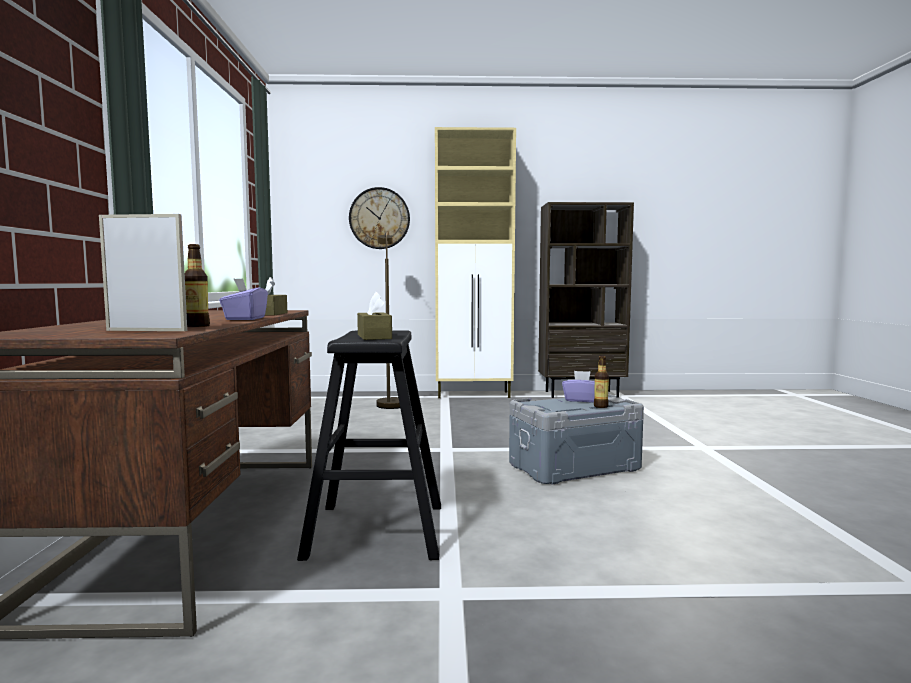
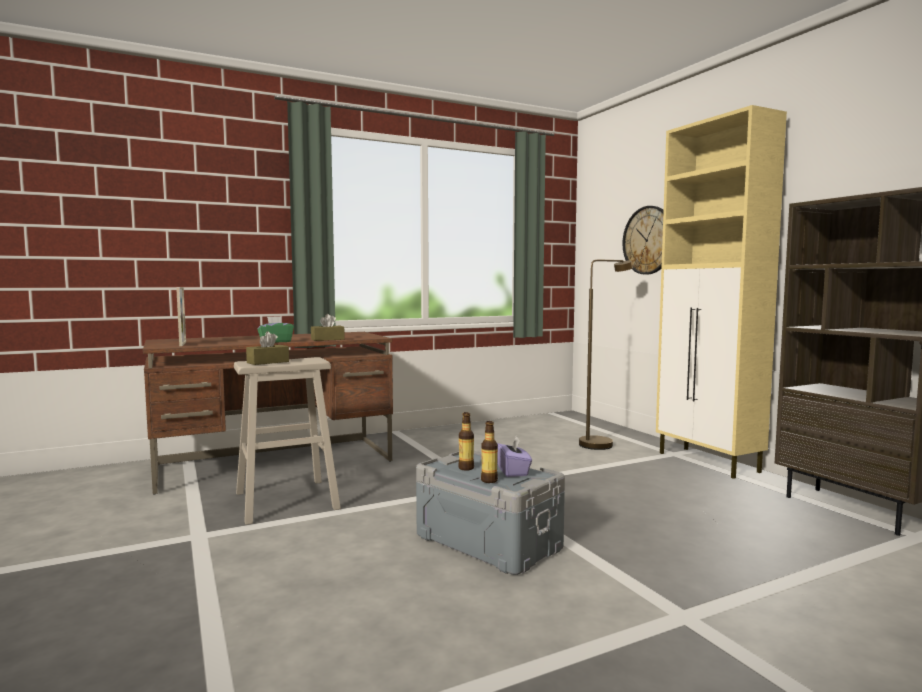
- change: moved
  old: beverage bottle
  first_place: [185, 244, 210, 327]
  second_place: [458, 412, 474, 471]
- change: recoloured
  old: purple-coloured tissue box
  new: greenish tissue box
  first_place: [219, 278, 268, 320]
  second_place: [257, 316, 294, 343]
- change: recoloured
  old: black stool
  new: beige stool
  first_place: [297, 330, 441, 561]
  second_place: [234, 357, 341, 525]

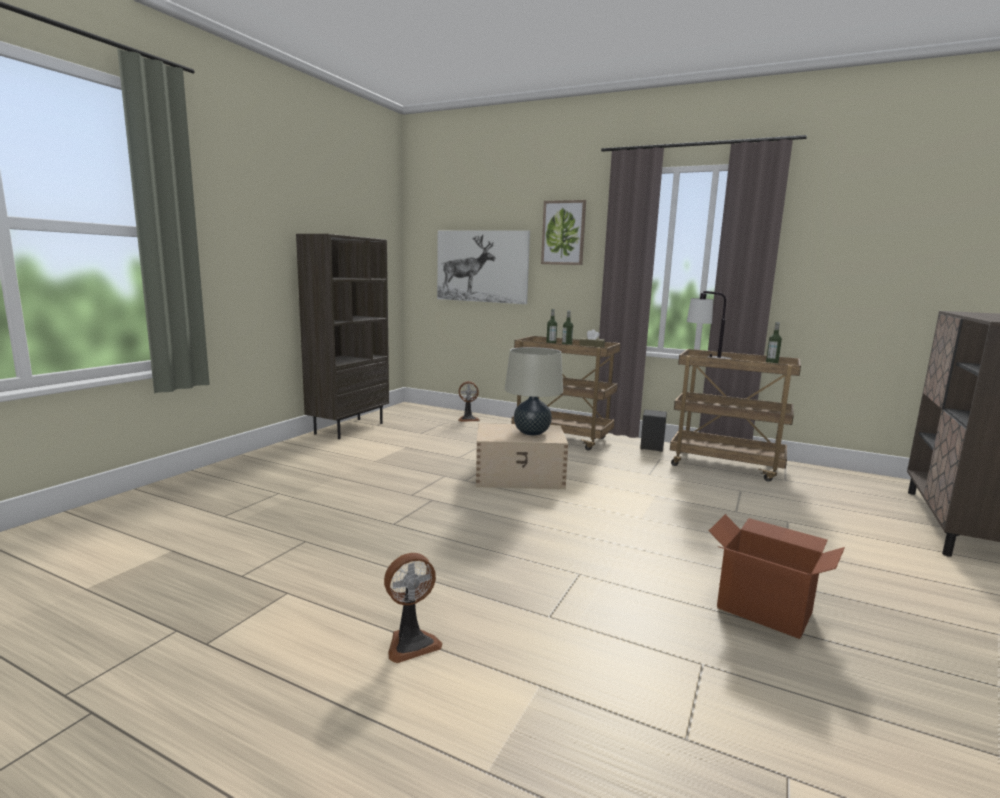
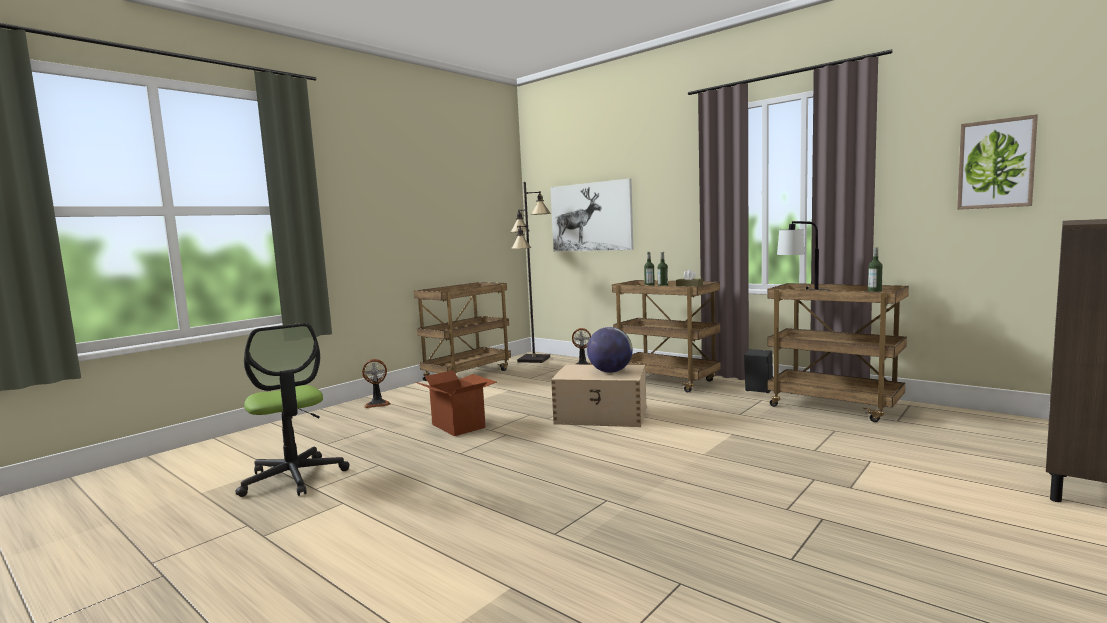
- change: added
  new: desk chair
  second_place: [235, 323, 350, 497]
- change: added
  new: black standard lamp
  second_place: [511, 182, 551, 363]
- change: moved
  old: electric fan
  first_place: [384, 553, 442, 663]
  second_place: [362, 359, 391, 408]
- change: moved
  old: picture
  first_place: [541, 200, 586, 265]
  second_place: [957, 114, 1038, 210]
- change: moved
  old: packing box
  first_place: [709, 514, 845, 639]
  second_place: [415, 370, 497, 436]
- change: replaced
  old: brownish bookcase
  new: brownish cart
  first_place: [296, 234, 389, 439]
  second_place: [414, 282, 511, 381]
- change: replaced
  old: beige tabletop lamp
  new: world globe
  first_place: [505, 347, 563, 436]
  second_place: [587, 327, 633, 373]

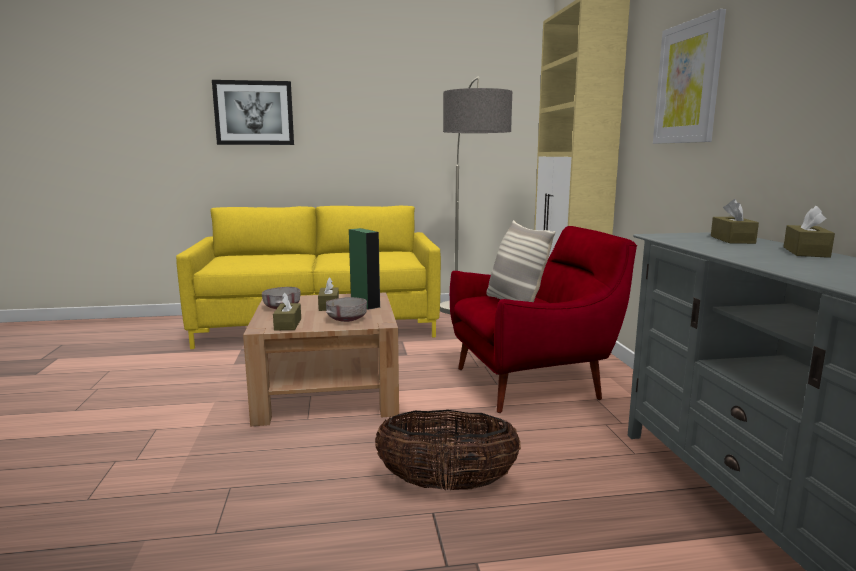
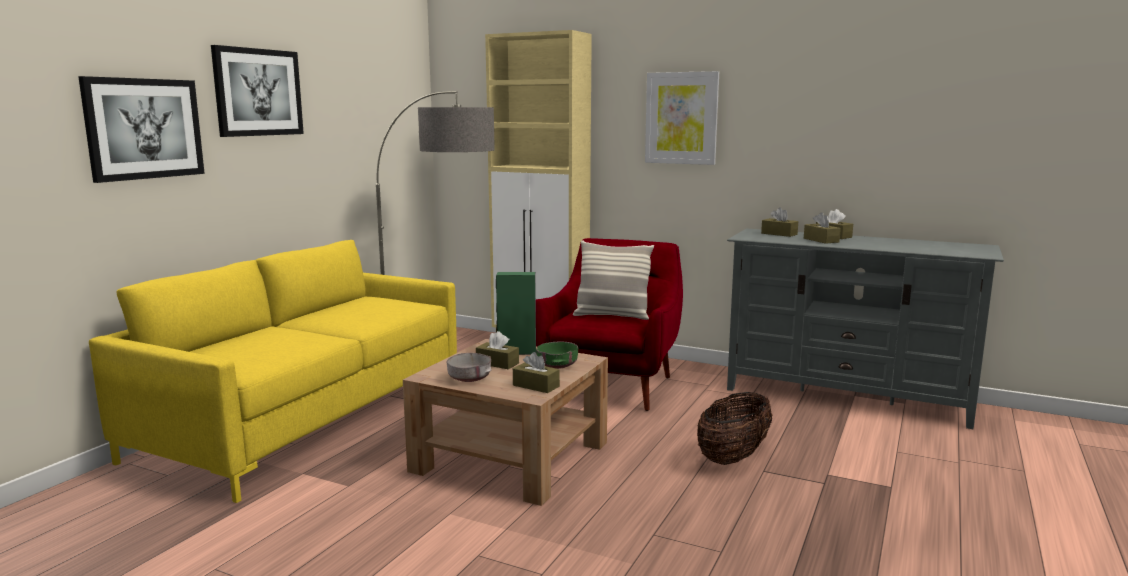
- change: added
  new: picture
  second_place: [211, 45, 304, 137]
- change: added
  new: brownish tissue box
  second_place: [804, 212, 841, 244]
- change: recoloured
  old: grey deep dish
  new: greenish deep dish
  first_place: [326, 297, 367, 322]
  second_place: [536, 342, 578, 369]

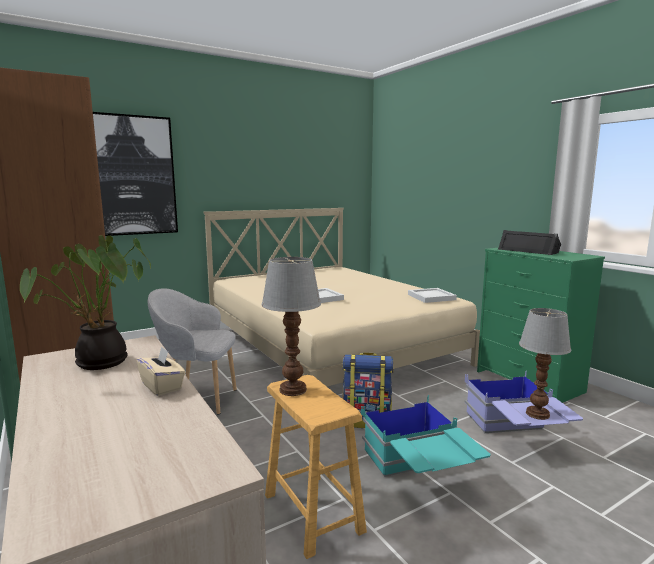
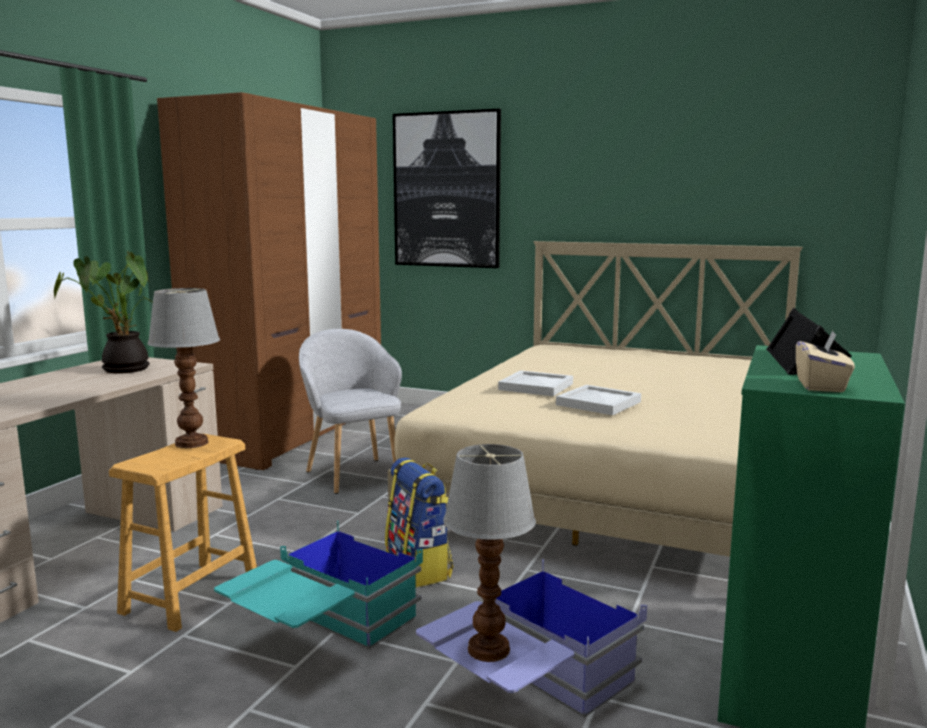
- change: moved
  old: beige tissue box
  first_place: [137, 346, 185, 396]
  second_place: [796, 331, 855, 392]
- change: moved
  old: white serving tray
  first_place: [408, 288, 457, 303]
  second_place: [556, 385, 641, 415]

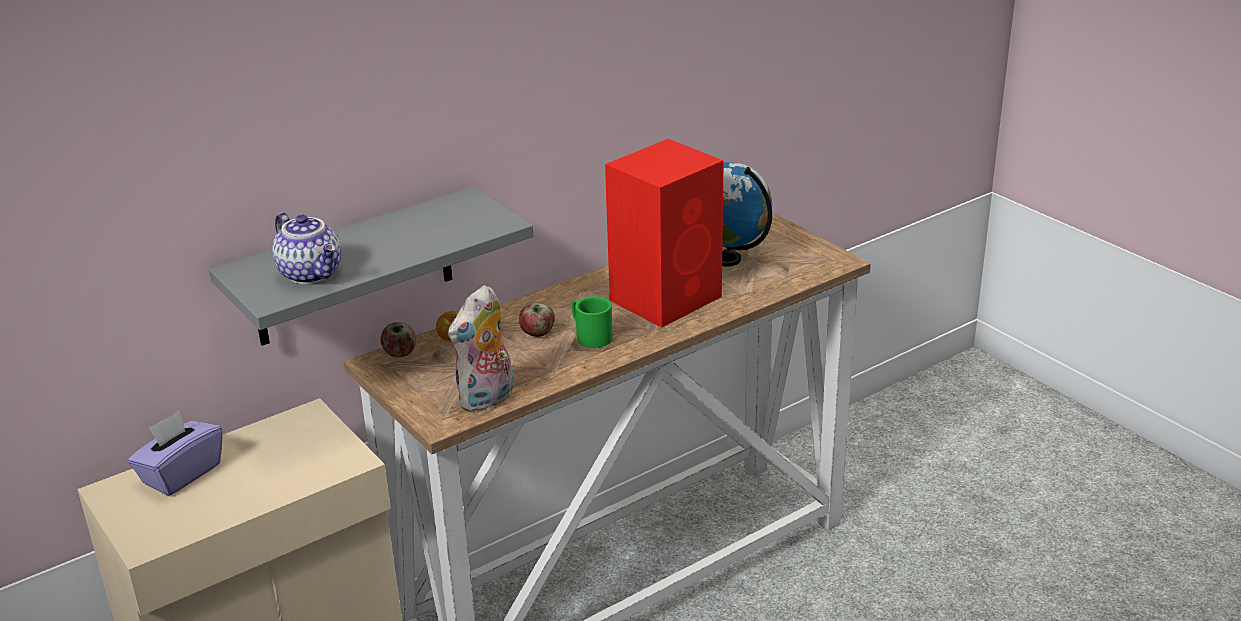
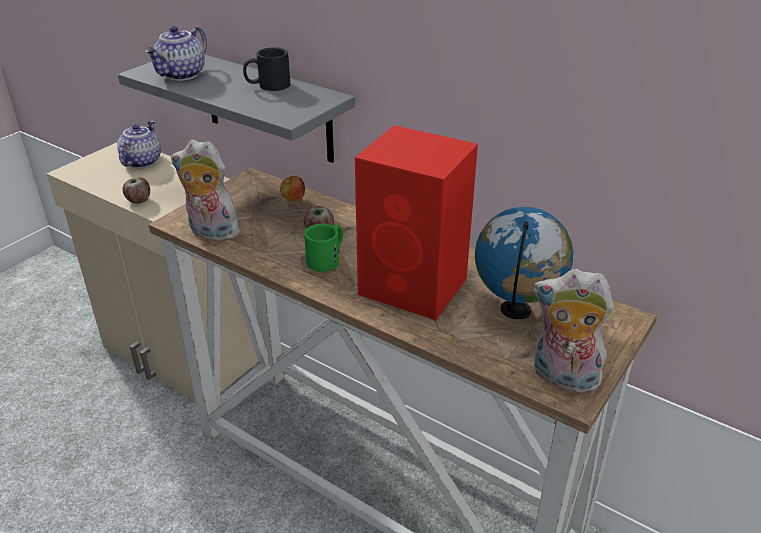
- change: added
  new: black tea mug
  second_place: [243, 47, 290, 91]
- change: added
  new: soft toy
  second_place: [534, 269, 614, 396]
- change: moved
  old: whole apple
  first_place: [380, 322, 416, 357]
  second_place: [123, 177, 150, 204]
- change: replaced
  old: purple-coloured tissue box
  new: pot for tea
  first_place: [128, 411, 223, 496]
  second_place: [117, 121, 161, 168]

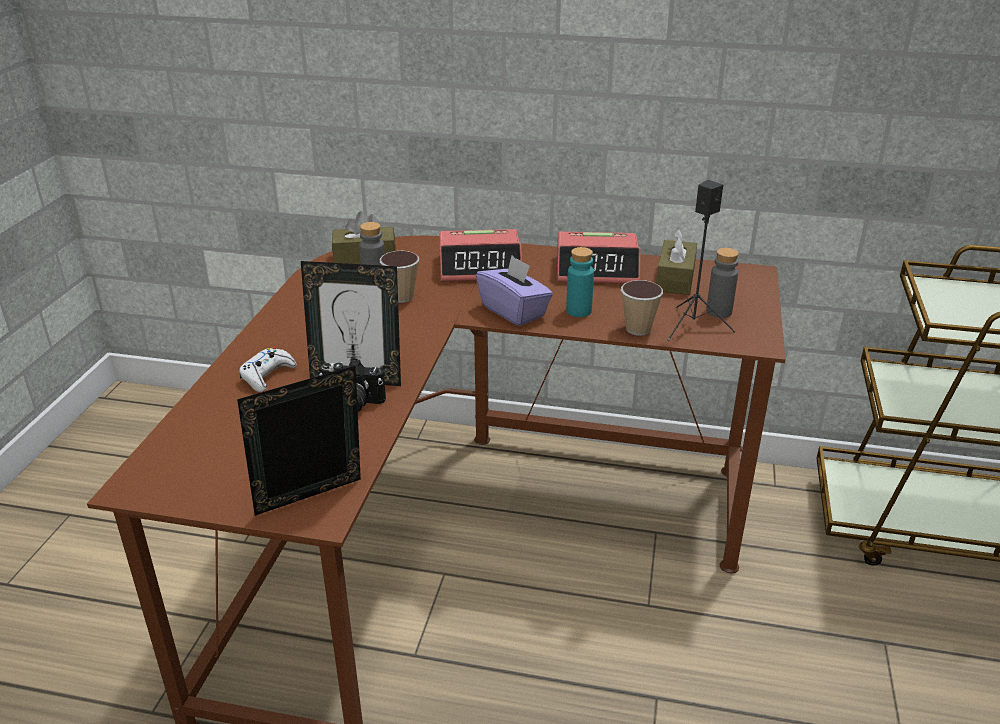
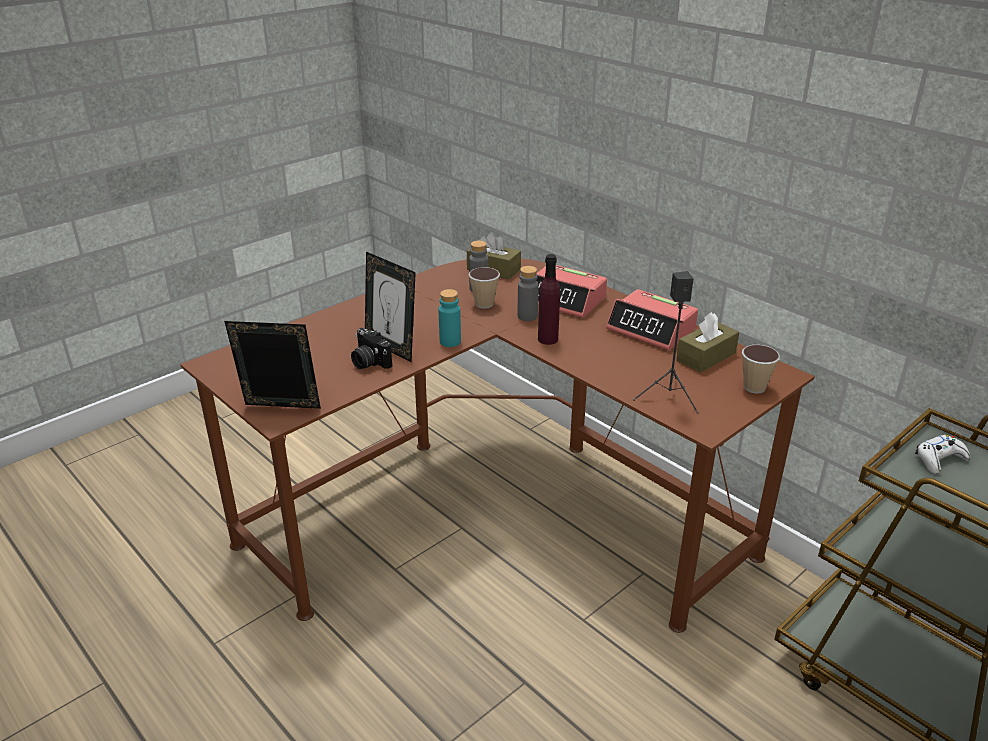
- change: moved
  old: white joypad
  first_place: [239, 347, 297, 392]
  second_place: [915, 435, 970, 474]
- change: moved
  old: turquoise-coloured beverage bottle
  first_place: [566, 247, 594, 317]
  second_place: [439, 289, 461, 347]
- change: moved
  old: cup
  first_place: [621, 280, 663, 336]
  second_place: [742, 345, 780, 393]
- change: moved
  old: grey beverage bottle
  first_place: [706, 248, 739, 318]
  second_place: [517, 266, 539, 321]
- change: replaced
  old: purple-coloured tissue box
  new: purple-coloured beverage bottle
  first_place: [476, 255, 553, 326]
  second_place: [538, 254, 560, 345]

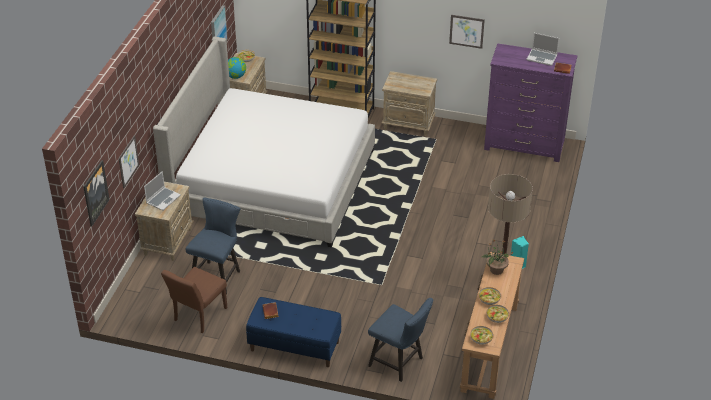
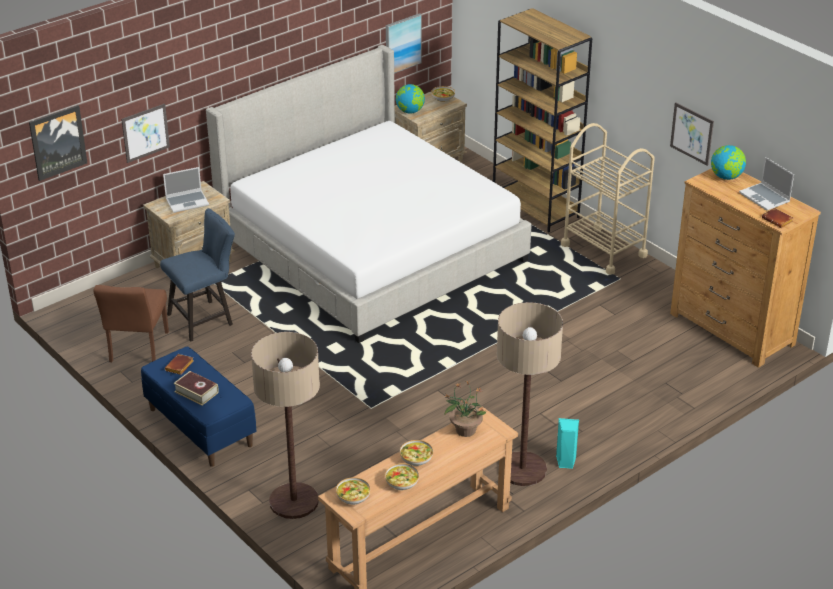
- change: added
  new: book
  second_place: [174, 371, 219, 406]
- change: added
  new: world globe
  second_place: [711, 145, 746, 180]
- change: replaced
  old: blue upright chair
  new: standard lamp
  first_place: [368, 298, 433, 382]
  second_place: [251, 332, 320, 519]
- change: replaced
  old: beige bedside table
  new: beige cart
  first_place: [382, 71, 437, 136]
  second_place: [561, 123, 655, 275]
- change: recoloured
  old: purple-coloured chest of drawers
  new: brownish chest of drawers
  first_place: [484, 44, 577, 162]
  second_place: [670, 168, 821, 368]
- change: turned
  old: brownish upright chair
  first_place: [161, 267, 228, 333]
  second_place: [93, 285, 169, 362]
  degrees: -60

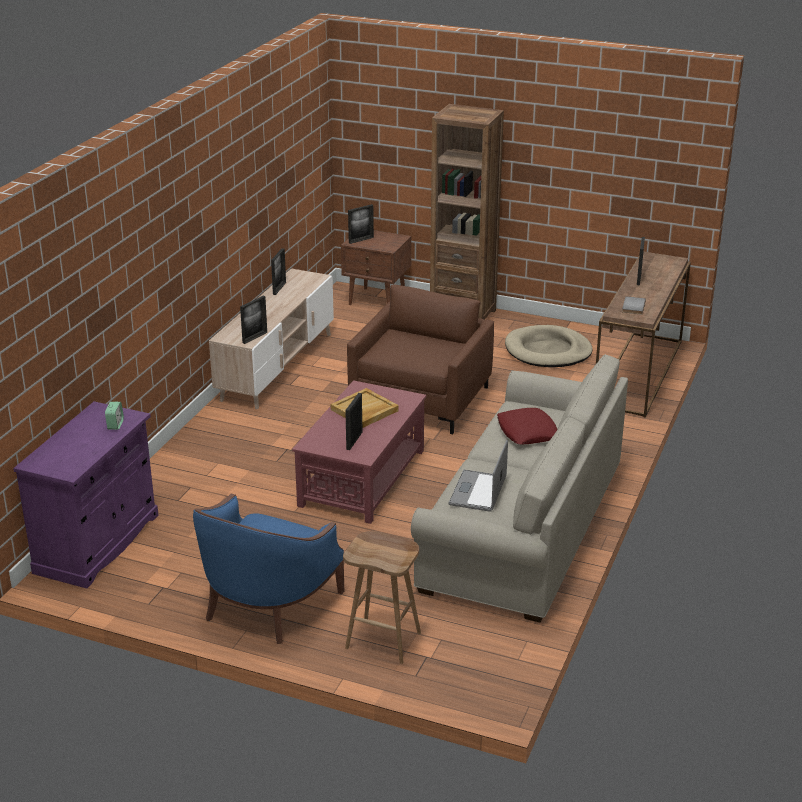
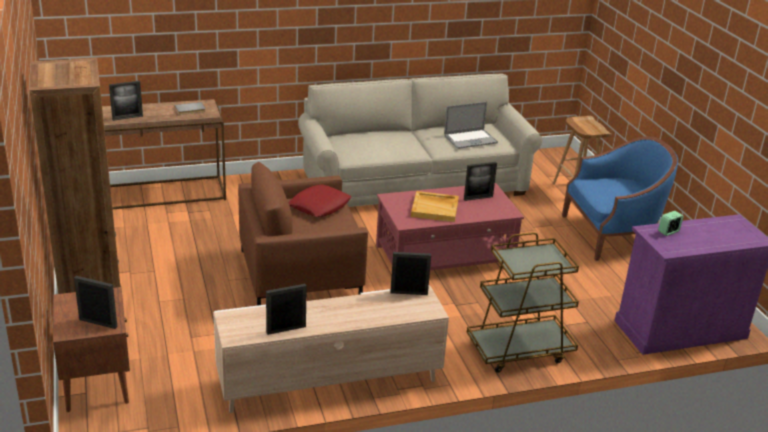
- change: removed
  old: beige pet bed
  first_place: [505, 325, 593, 367]
- change: added
  new: brownish cart
  second_place: [467, 232, 579, 373]
- change: moved
  old: red cushion
  first_place: [497, 408, 557, 444]
  second_place: [289, 184, 351, 217]

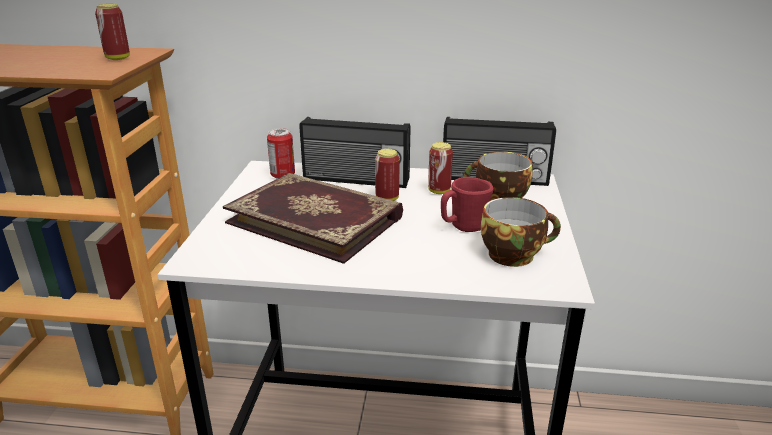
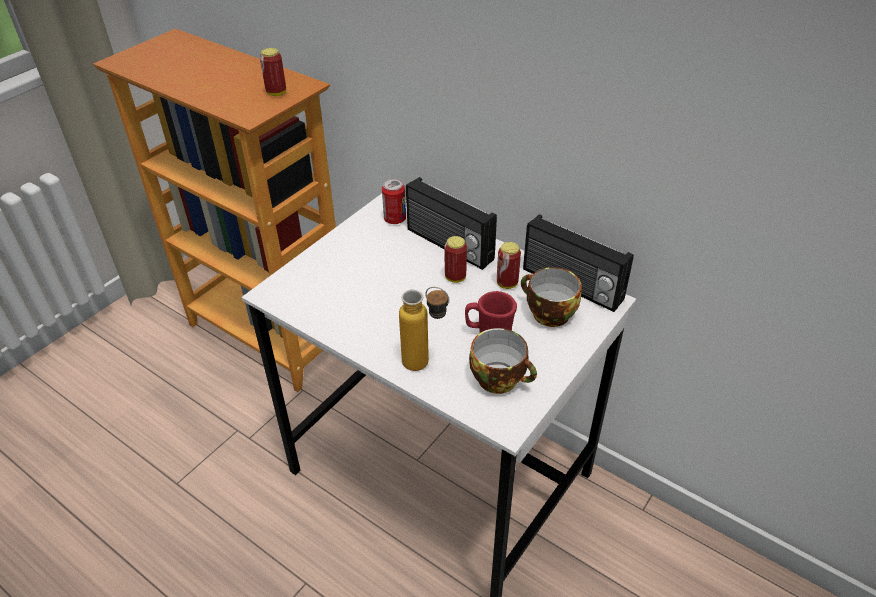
- change: removed
  old: book
  first_place: [223, 173, 403, 264]
- change: added
  new: beverage bottle
  second_place: [399, 287, 449, 371]

